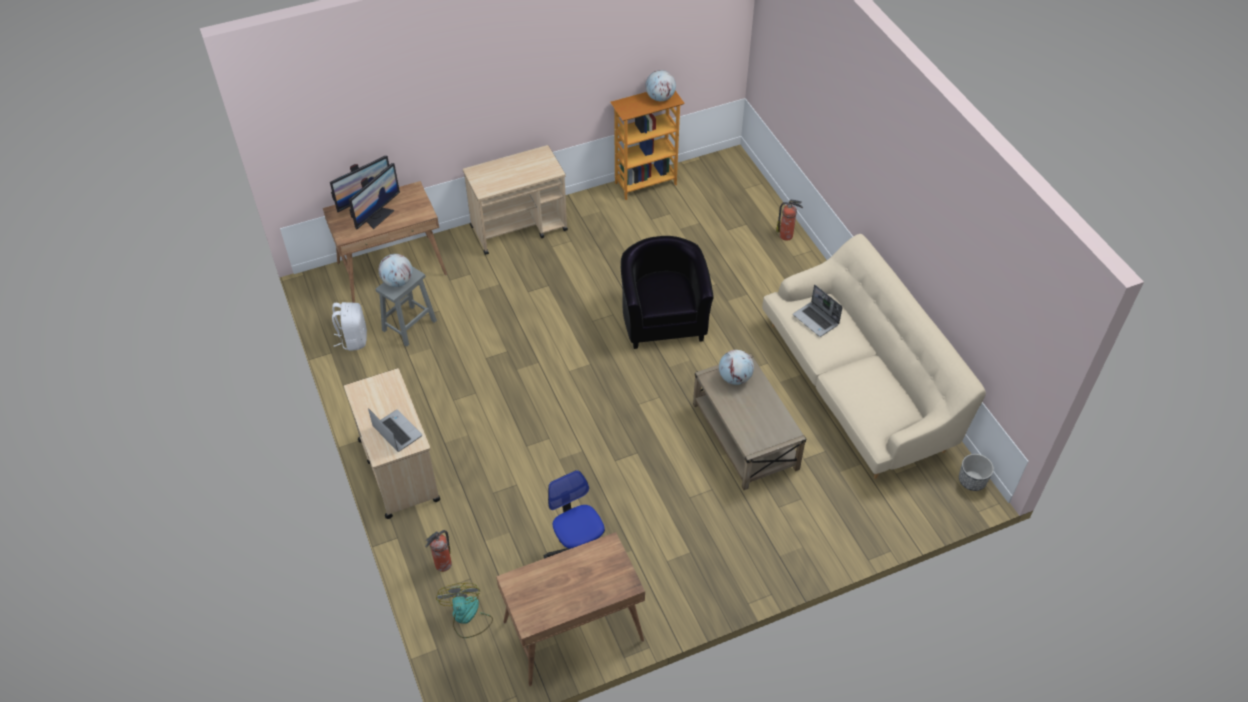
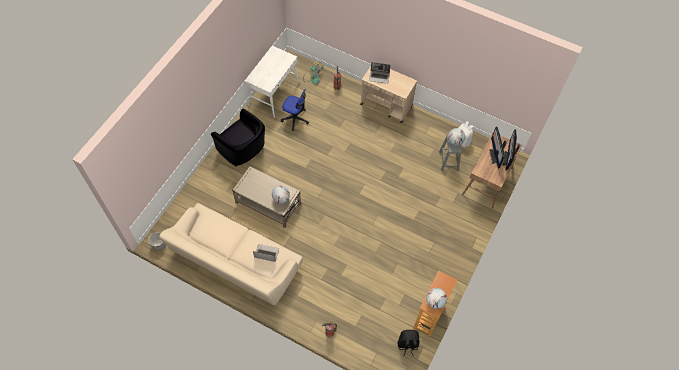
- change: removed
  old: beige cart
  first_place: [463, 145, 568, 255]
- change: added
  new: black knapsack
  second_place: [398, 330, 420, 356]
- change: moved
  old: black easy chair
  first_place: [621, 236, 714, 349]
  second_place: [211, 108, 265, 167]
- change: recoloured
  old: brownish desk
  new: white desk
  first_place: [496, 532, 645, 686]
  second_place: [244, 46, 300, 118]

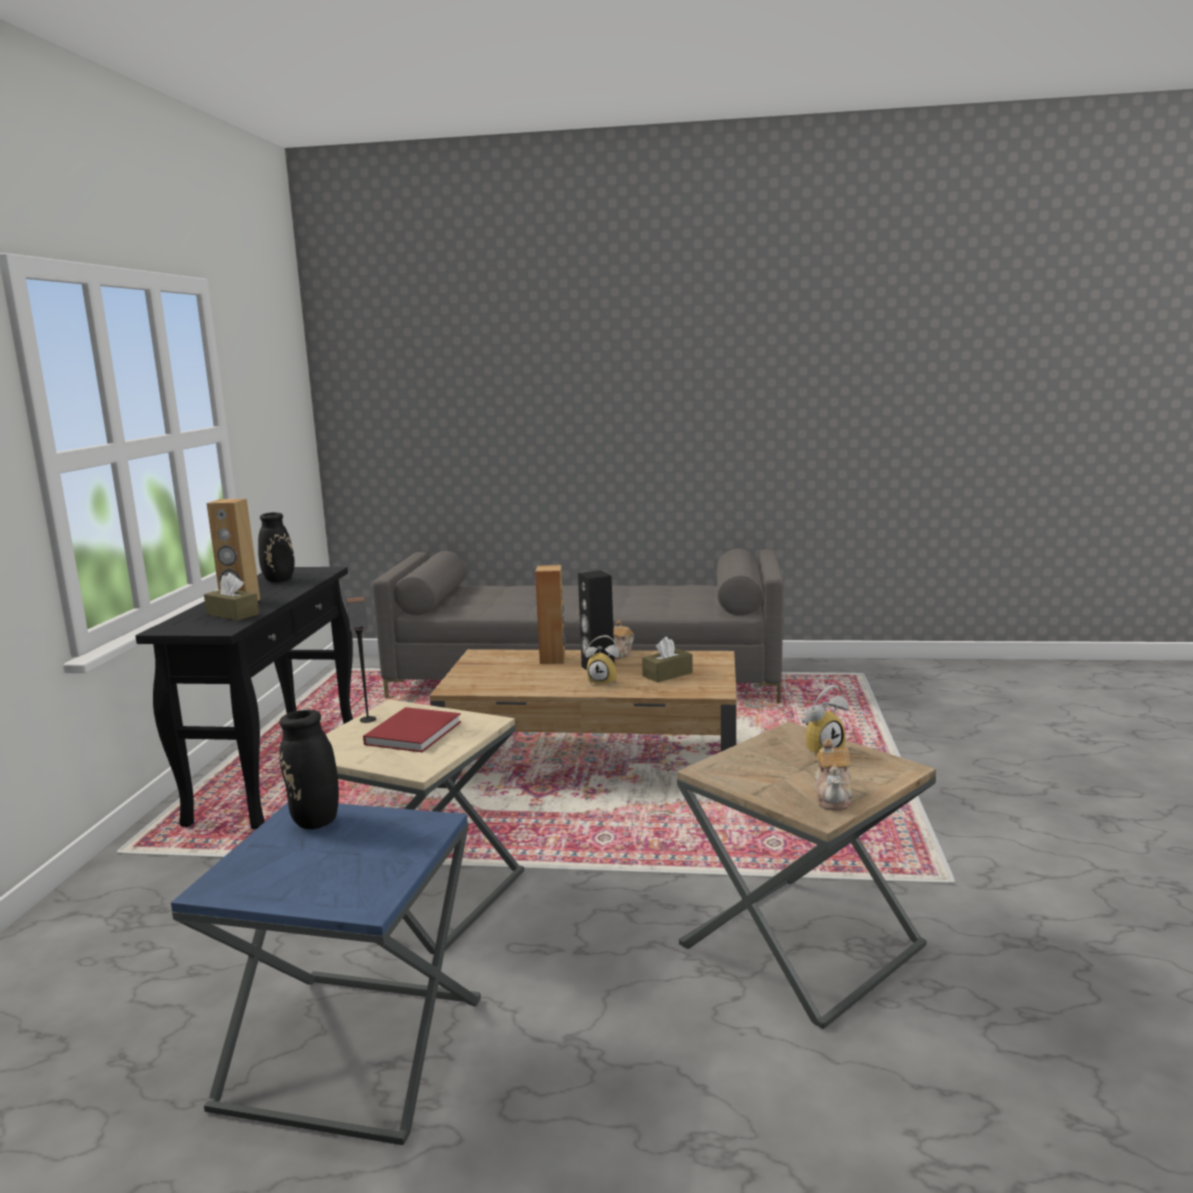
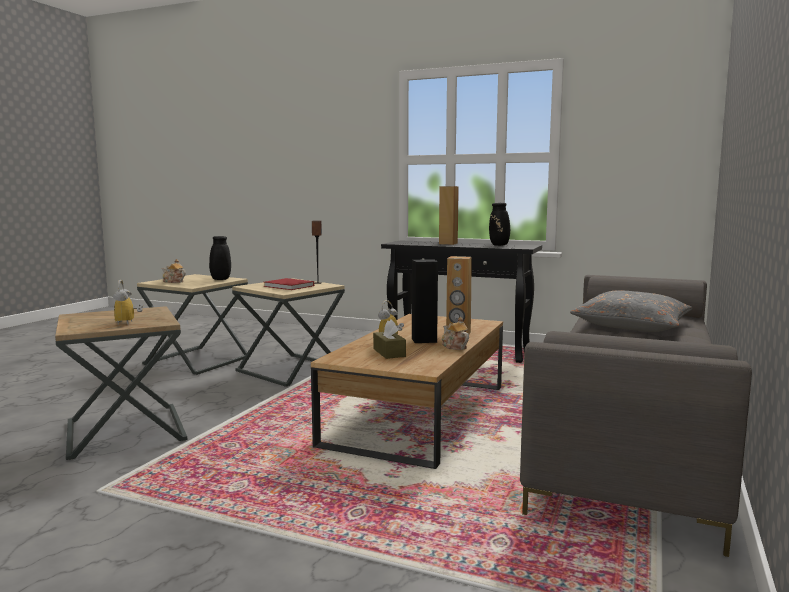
- change: removed
  old: brownish tissue box
  first_place: [204, 573, 259, 621]
- change: added
  new: grey cushion
  second_place: [570, 290, 692, 332]
- change: moved
  old: pot for tea
  first_place: [815, 739, 854, 810]
  second_place: [162, 259, 186, 283]
- change: recoloured
  old: blue end table
  new: beige end table
  first_place: [171, 802, 481, 1145]
  second_place: [137, 274, 251, 375]

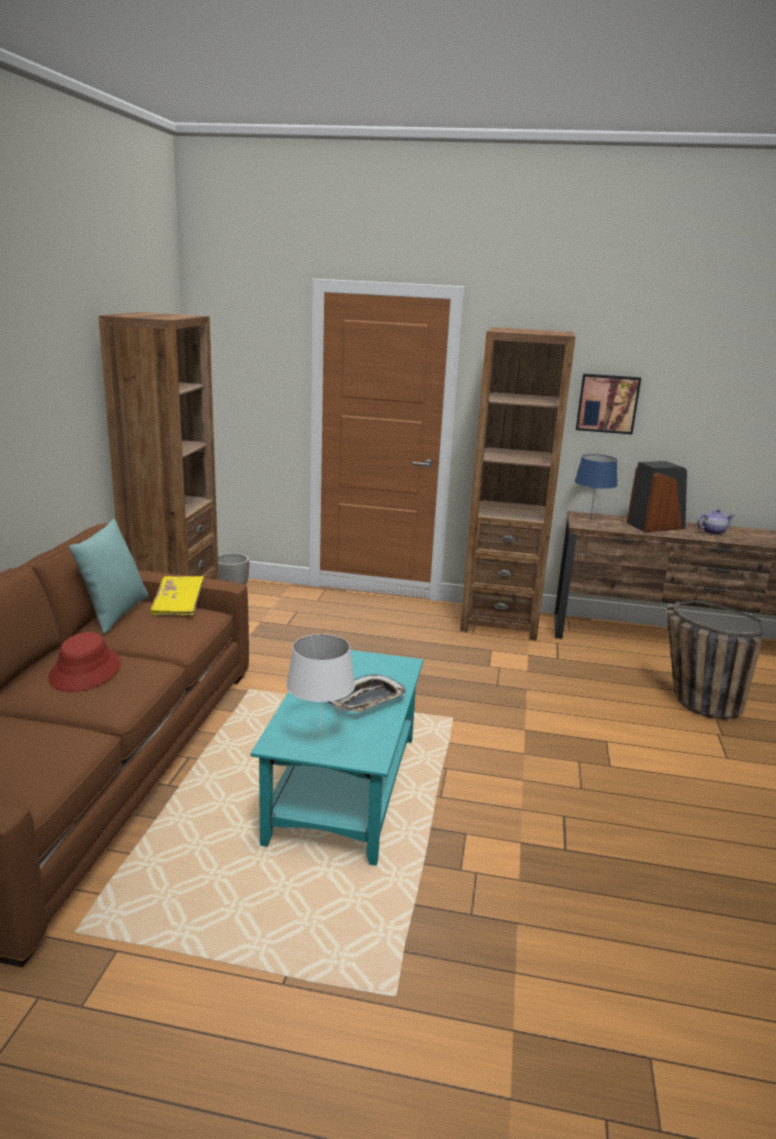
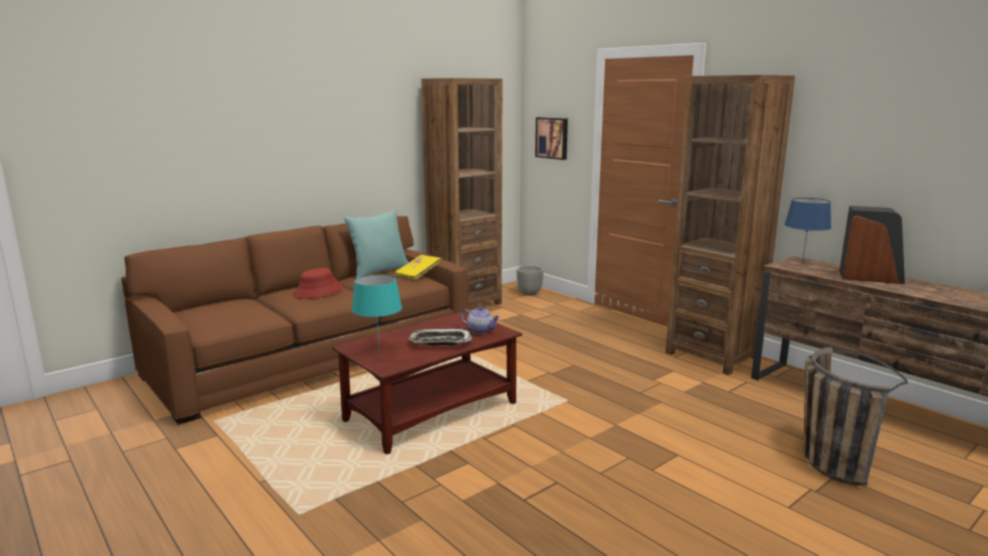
- change: moved
  old: picture
  first_place: [576, 374, 641, 435]
  second_place: [535, 117, 568, 160]
- change: moved
  old: pot for tea
  first_place: [697, 509, 735, 535]
  second_place: [461, 307, 500, 334]
- change: recoloured
  old: turquoise-coloured coffee table
  new: brownish coffee table
  first_place: [250, 650, 424, 866]
  second_place: [332, 311, 522, 455]
- change: recoloured
  old: white tabletop lamp
  new: turquoise-coloured tabletop lamp
  first_place: [286, 634, 355, 736]
  second_place: [352, 274, 402, 351]

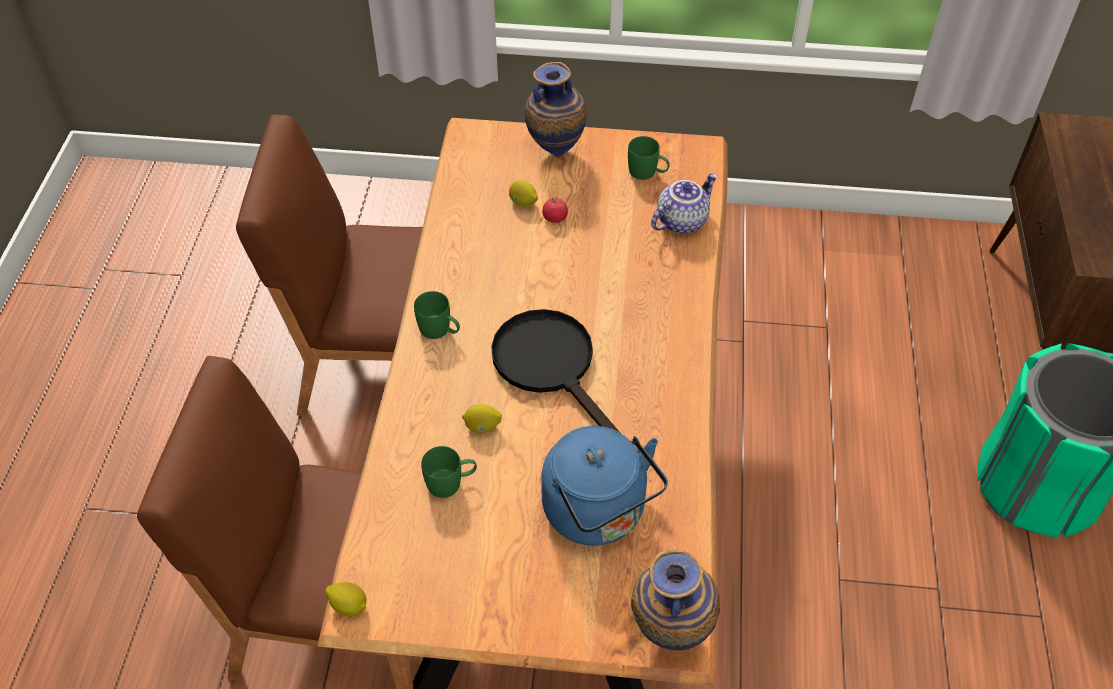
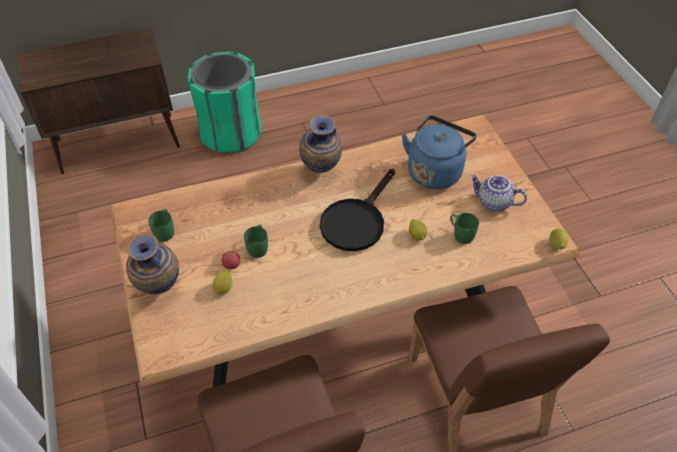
- change: moved
  old: greenish tea mug
  first_place: [414, 291, 460, 339]
  second_place: [244, 224, 268, 258]
- change: moved
  old: vase
  first_place: [631, 550, 720, 651]
  second_place: [299, 115, 342, 173]
- change: moved
  old: pot for tea
  first_place: [651, 174, 718, 234]
  second_place: [470, 175, 527, 211]

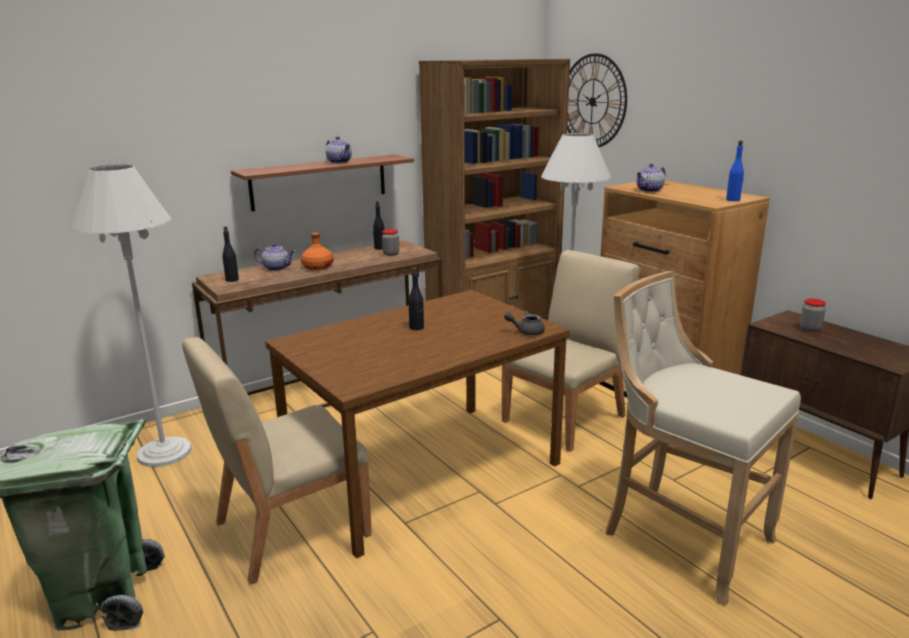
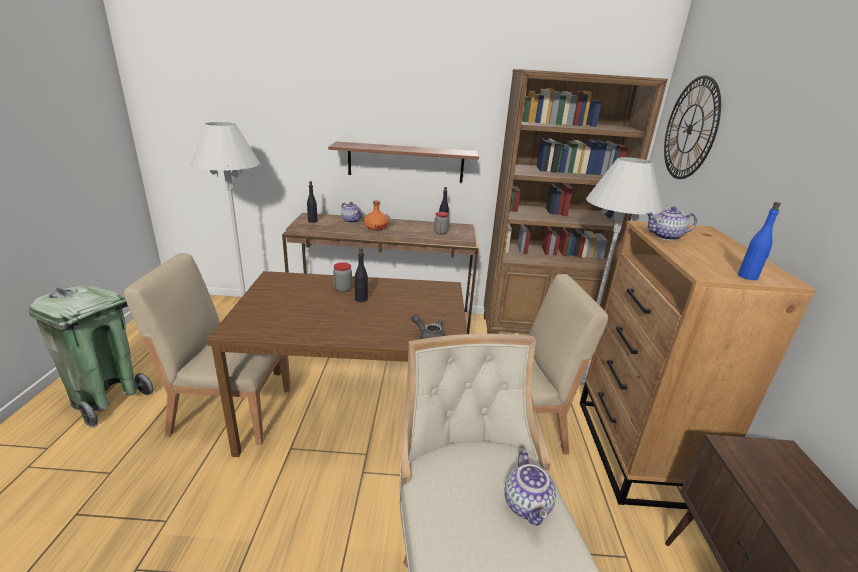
- change: moved
  old: pot for tea
  first_place: [326, 136, 352, 164]
  second_place: [504, 451, 556, 526]
- change: moved
  old: preserve jar
  first_place: [800, 298, 826, 332]
  second_place: [333, 262, 352, 292]

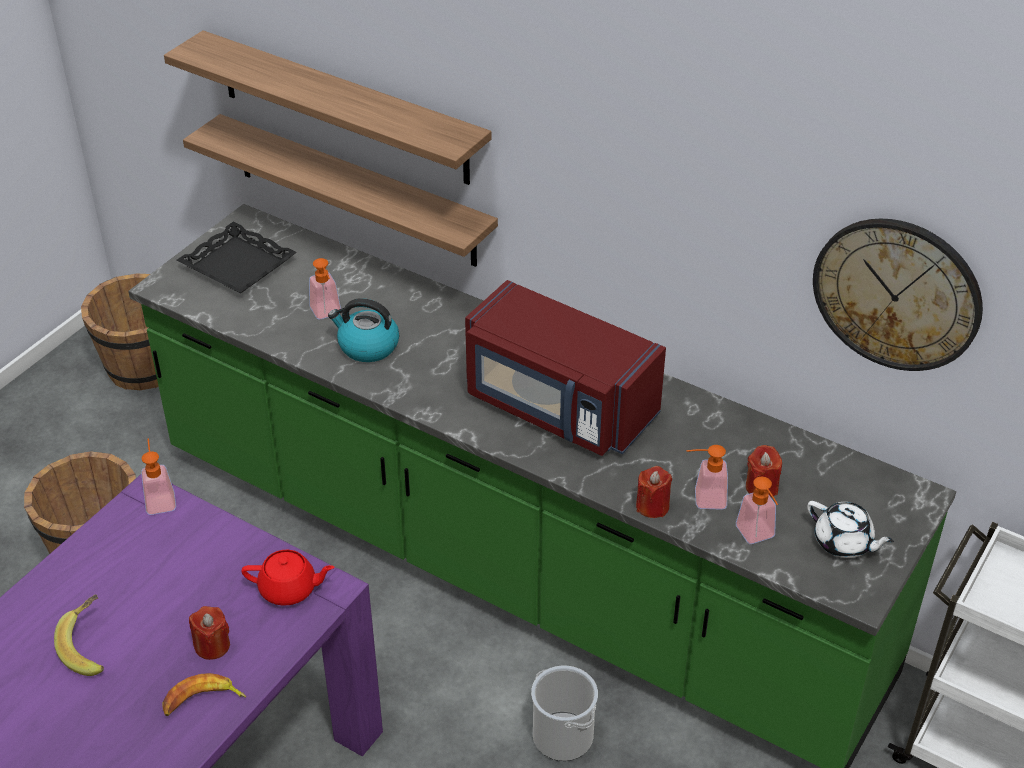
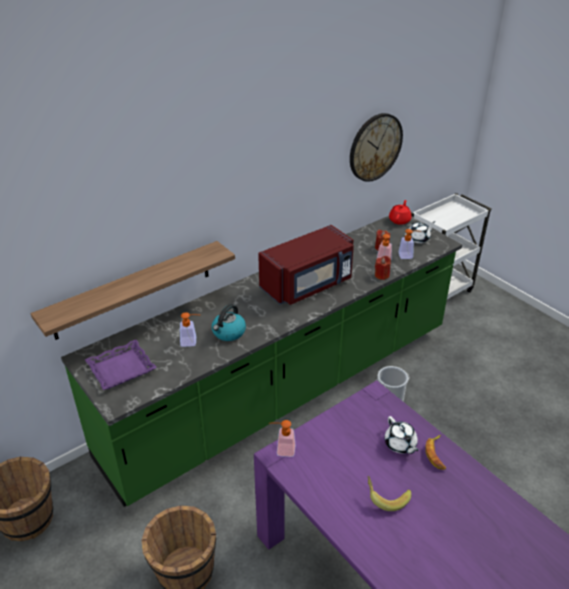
- change: removed
  old: bracket shelf
  first_place: [164, 30, 491, 185]
- change: moved
  old: red pot for tea
  first_place: [242, 550, 335, 606]
  second_place: [389, 200, 412, 225]
- change: replaced
  old: red candle
  new: white pot for tea
  first_place: [189, 606, 230, 660]
  second_place: [384, 416, 418, 454]
- change: recoloured
  old: black serving tray
  new: purple-coloured serving tray
  first_place: [177, 221, 297, 293]
  second_place: [85, 340, 157, 390]

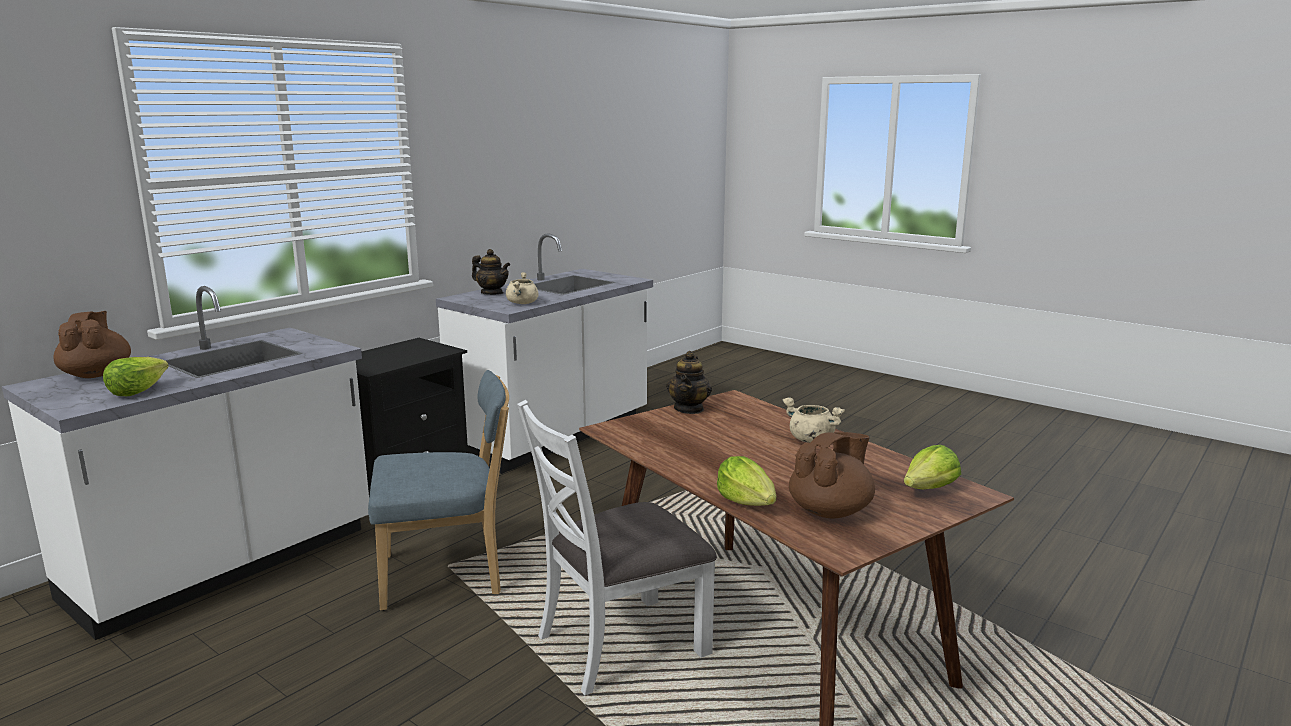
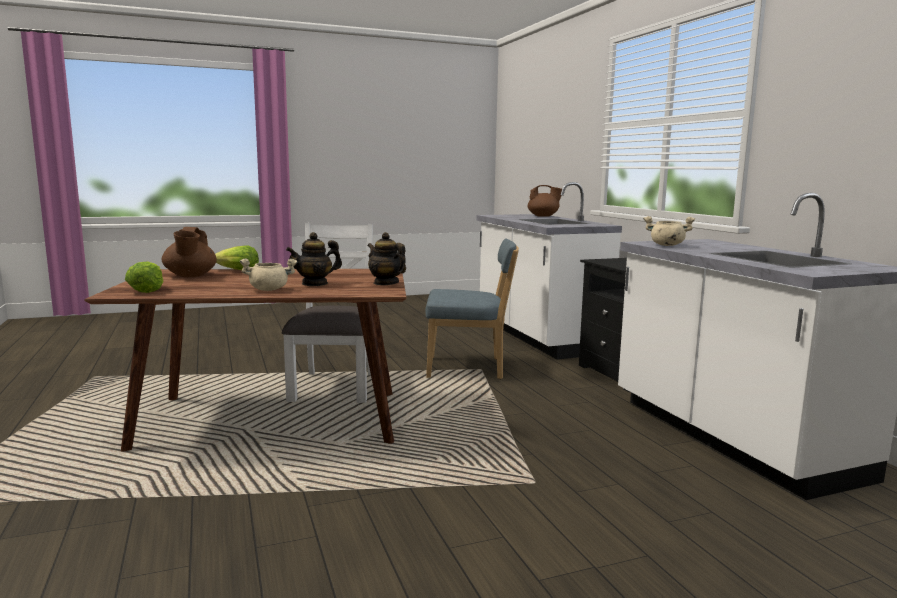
- change: removed
  old: head of lettuce
  first_place: [103, 357, 169, 396]
- change: moved
  old: pot for tea
  first_place: [472, 249, 510, 295]
  second_place: [286, 232, 342, 286]
- change: turned
  old: blue upright chair
  first_place: [368, 370, 509, 610]
  second_place: [425, 239, 519, 379]
  degrees: -105

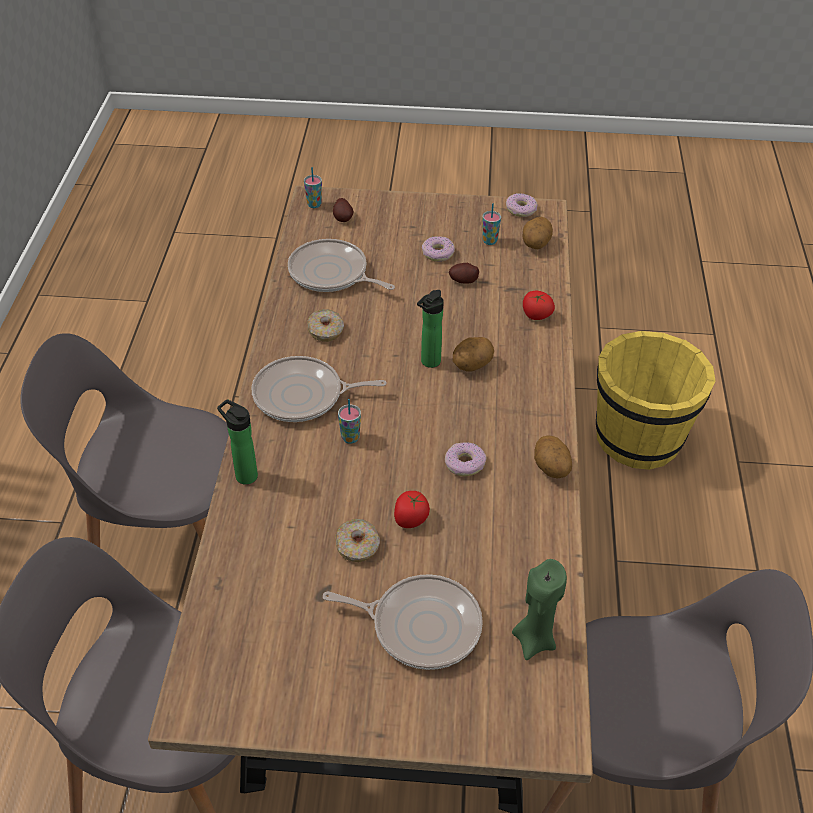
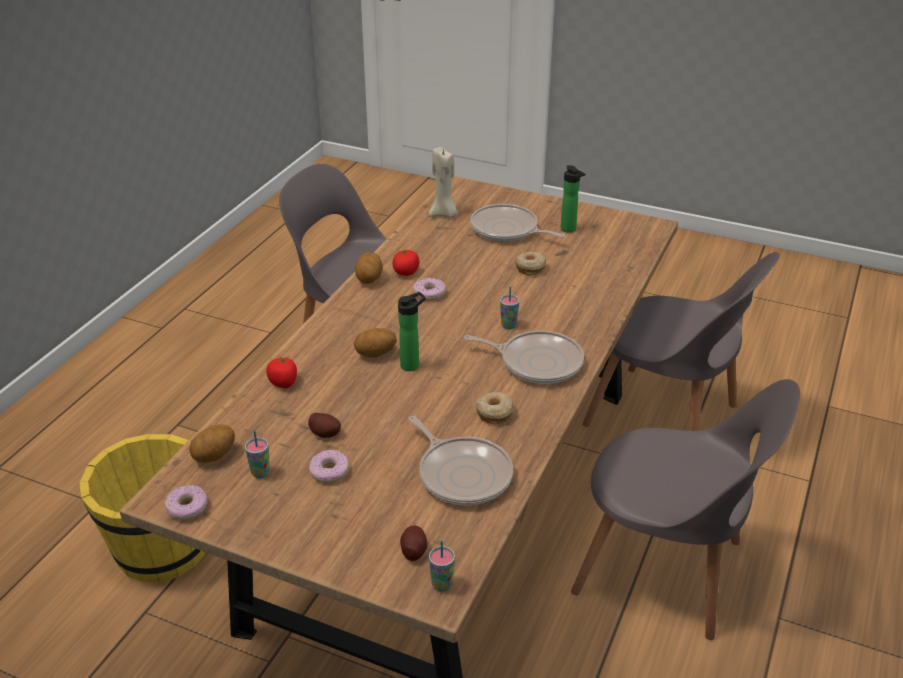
- change: moved
  old: beverage bottle
  first_place: [217, 399, 258, 485]
  second_place: [560, 165, 585, 233]
- change: moved
  old: fresh tomato
  first_place: [394, 491, 430, 528]
  second_place: [392, 250, 419, 276]
- change: recoloured
  old: greenish candle
  new: beige candle
  first_place: [512, 559, 567, 660]
  second_place: [429, 147, 457, 217]

